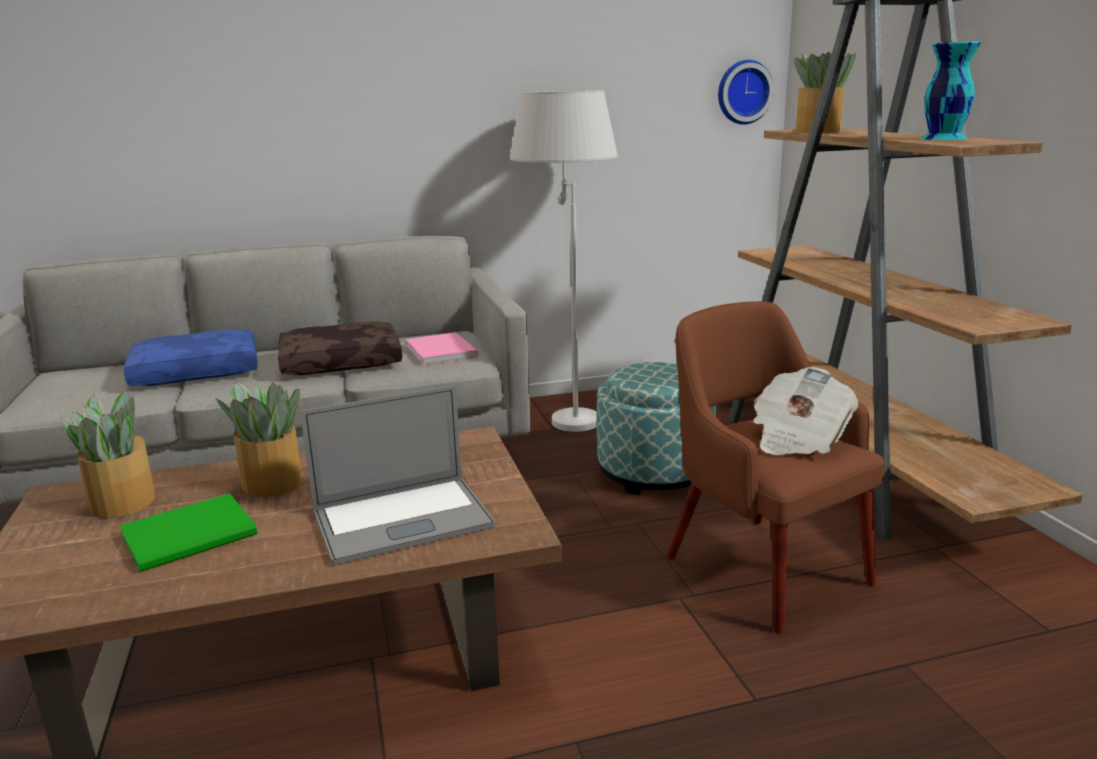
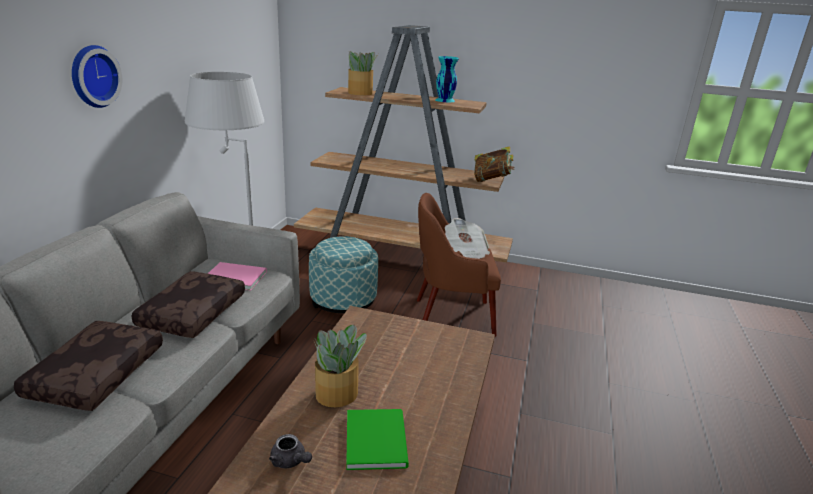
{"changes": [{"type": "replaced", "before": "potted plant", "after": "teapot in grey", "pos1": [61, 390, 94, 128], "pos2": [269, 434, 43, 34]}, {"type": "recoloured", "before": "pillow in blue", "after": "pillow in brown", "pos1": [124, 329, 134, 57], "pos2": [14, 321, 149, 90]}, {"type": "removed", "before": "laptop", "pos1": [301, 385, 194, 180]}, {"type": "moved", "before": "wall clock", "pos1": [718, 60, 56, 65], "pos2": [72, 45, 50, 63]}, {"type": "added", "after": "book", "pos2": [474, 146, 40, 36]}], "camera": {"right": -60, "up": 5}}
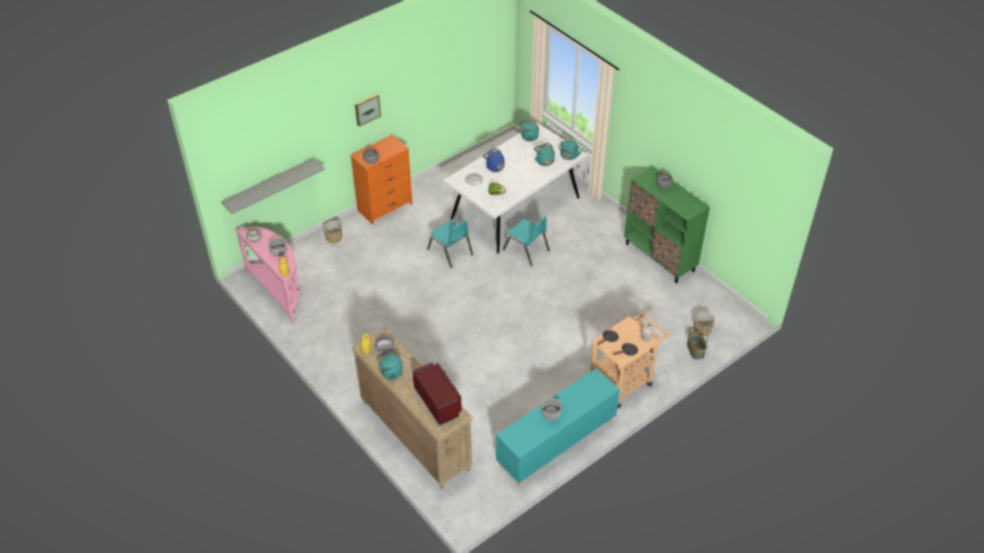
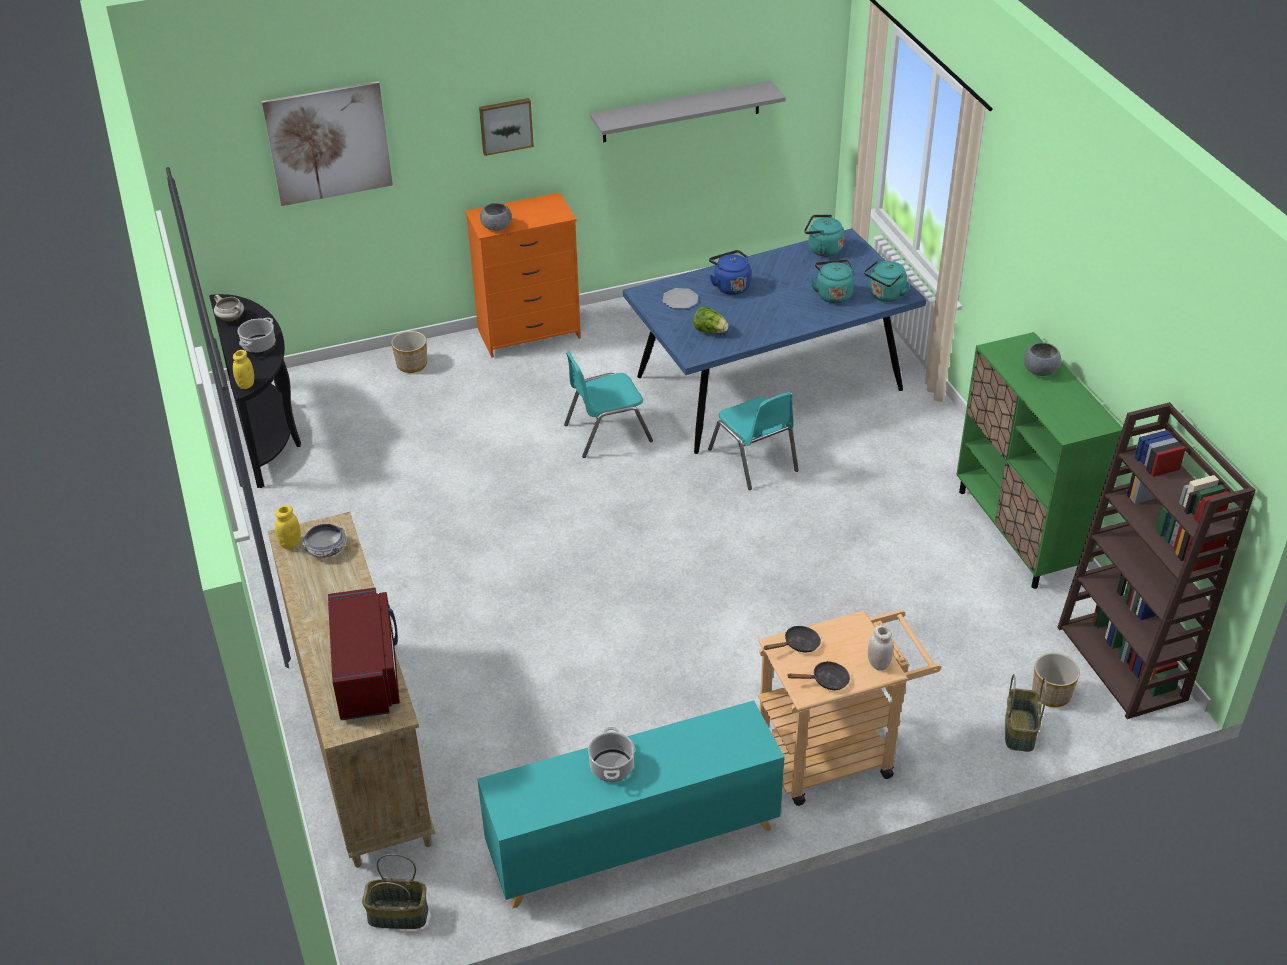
{"changes": [{"type": "moved", "before": "shelf in grey", "pos1": [221, 157, 104, 57], "pos2": [590, 81, 196, 61]}, {"type": "recoloured", "before": "console table in pink", "after": "console table in black", "pos1": [235, 226, 66, 97], "pos2": [209, 294, 92, 194]}, {"type": "removed", "before": "kettle in turquoise", "pos1": [377, 352, 26, 28]}, {"type": "turned", "before": "chair in turquoise", "pos1": [427, 220, 46, 48], "pos2": [564, 351, 89, 107], "turn": 90}, {"type": "recoloured", "before": "dining table in white", "after": "dining table in blue", "pos1": [443, 123, 145, 130], "pos2": [623, 228, 303, 226]}, {"type": "added", "after": "picture", "pos2": [262, 81, 131, 125]}, {"type": "added", "after": "basket", "pos2": [362, 854, 66, 75]}, {"type": "added", "after": "bookcase in brown", "pos2": [1057, 402, 198, 317]}], "camera": {"right": 20, "up": -5}}
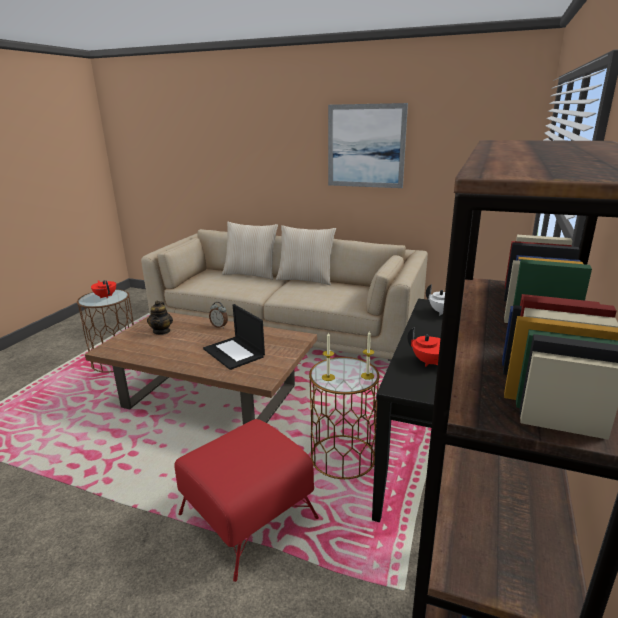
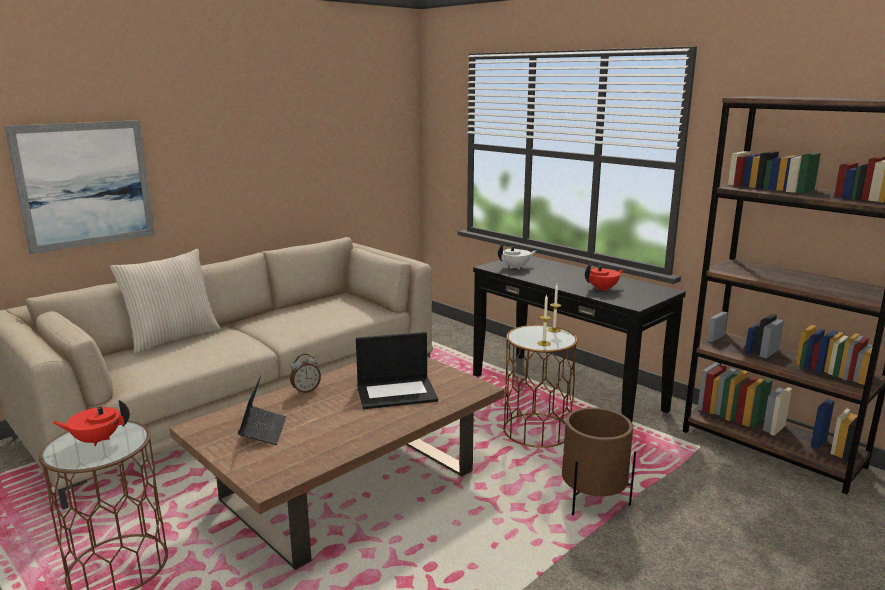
{"changes": [{"type": "replaced", "before": "teapot", "after": "laptop", "pos1": [147, 301, 26, 34], "pos2": [238, 375, 48, 70]}, {"type": "replaced", "before": "ottoman in red", "after": "planter in brown", "pos1": [174, 419, 145, 163], "pos2": [562, 407, 74, 109]}, {"type": "removed", "before": "pillow in beige", "pos1": [276, 225, 60, 60]}, {"type": "moved", "before": "picture", "pos1": [328, 103, 80, 85], "pos2": [5, 120, 150, 134]}], "camera": {"right": -65, "up": -5}}
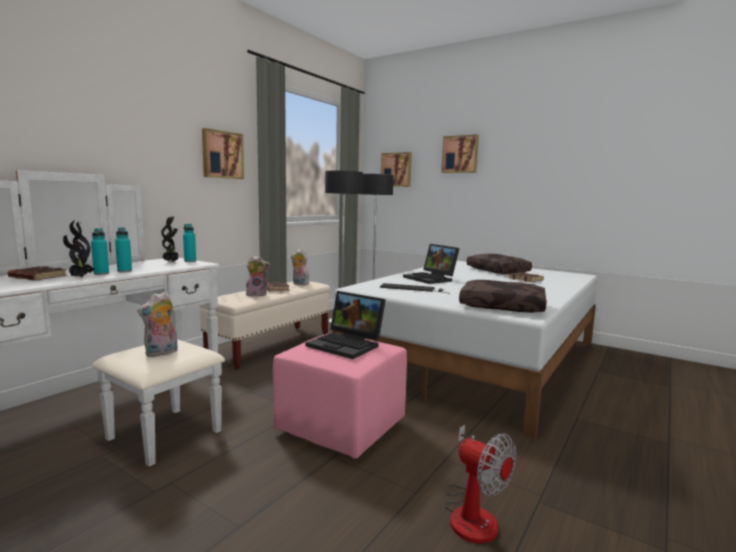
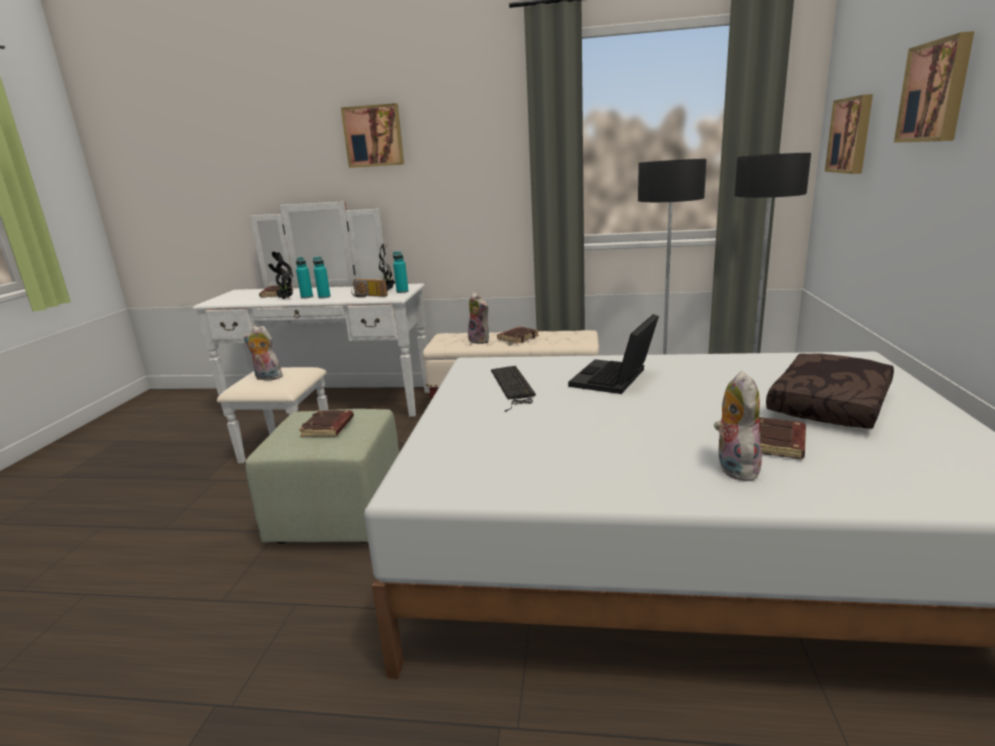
{"changes": [{"type": "moved", "before": "picture", "pos1": [202, 128, 42, 51], "pos2": [341, 103, 63, 65]}, {"type": "recoloured", "before": "ottoman in pink", "after": "ottoman in green", "pos1": [273, 333, 134, 126], "pos2": [245, 409, 154, 135]}, {"type": "moved", "before": "plush toy", "pos1": [291, 249, 18, 36], "pos2": [714, 371, 48, 110]}, {"type": "replaced", "before": "laptop", "after": "book in brown", "pos1": [305, 291, 81, 68], "pos2": [299, 410, 55, 27]}, {"type": "removed", "before": "fan", "pos1": [444, 425, 72, 119]}, {"type": "removed", "before": "pillow in brown", "pos1": [459, 280, 88, 33]}, {"type": "added", "after": "radio", "pos2": [351, 279, 37, 19]}], "camera": {"right": 65, "up": 10}}
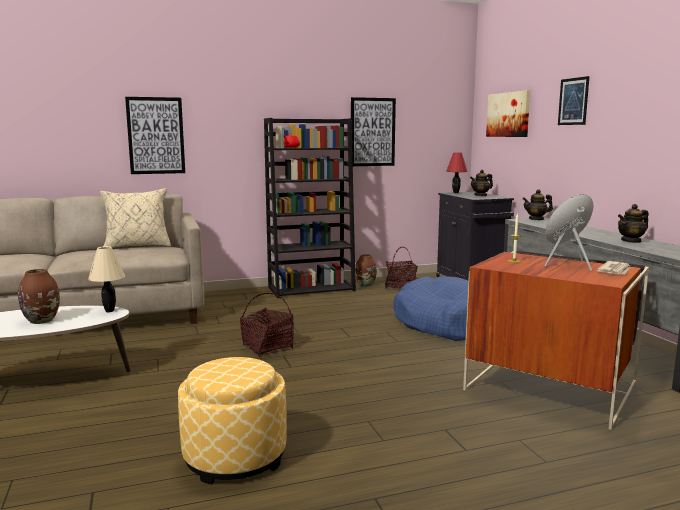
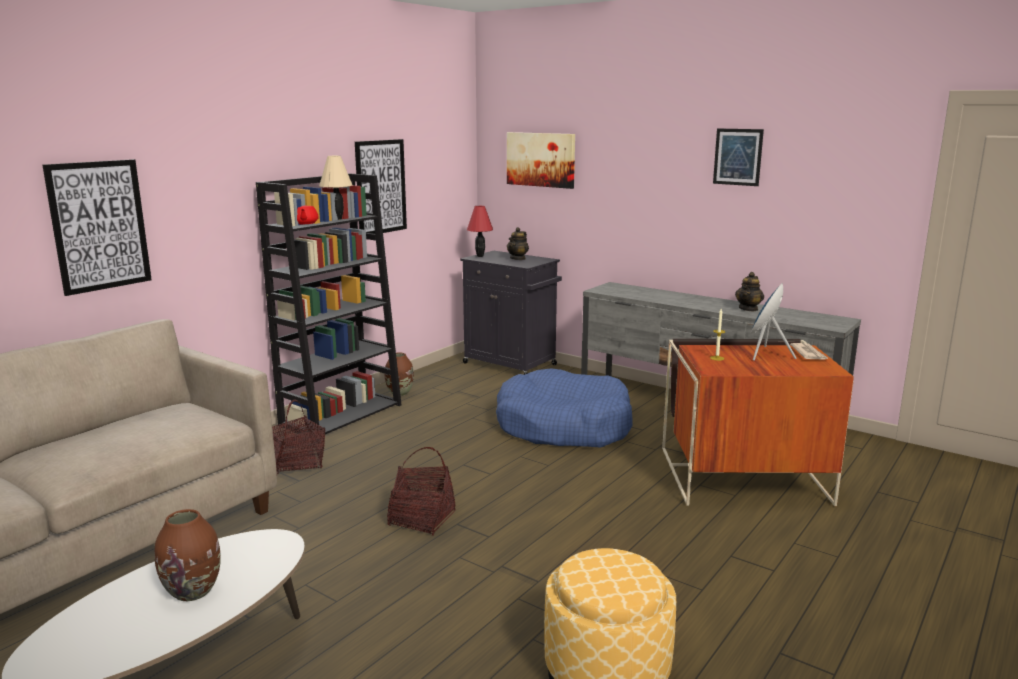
{"changes": [{"type": "moved", "before": "table lamp in beige", "pos1": [88, 246, 37, 66], "pos2": [319, 156, 33, 64]}, {"type": "removed", "before": "pillow in beige", "pos1": [100, 188, 71, 60]}, {"type": "moved", "before": "basket", "pos1": [385, 247, 33, 42], "pos2": [272, 400, 53, 74]}, {"type": "removed", "before": "teapot", "pos1": [523, 189, 30, 31]}, {"type": "moved", "before": "picture", "pos1": [558, 76, 31, 49], "pos2": [713, 128, 51, 58]}], "camera": {"right": -35, "up": 5}}
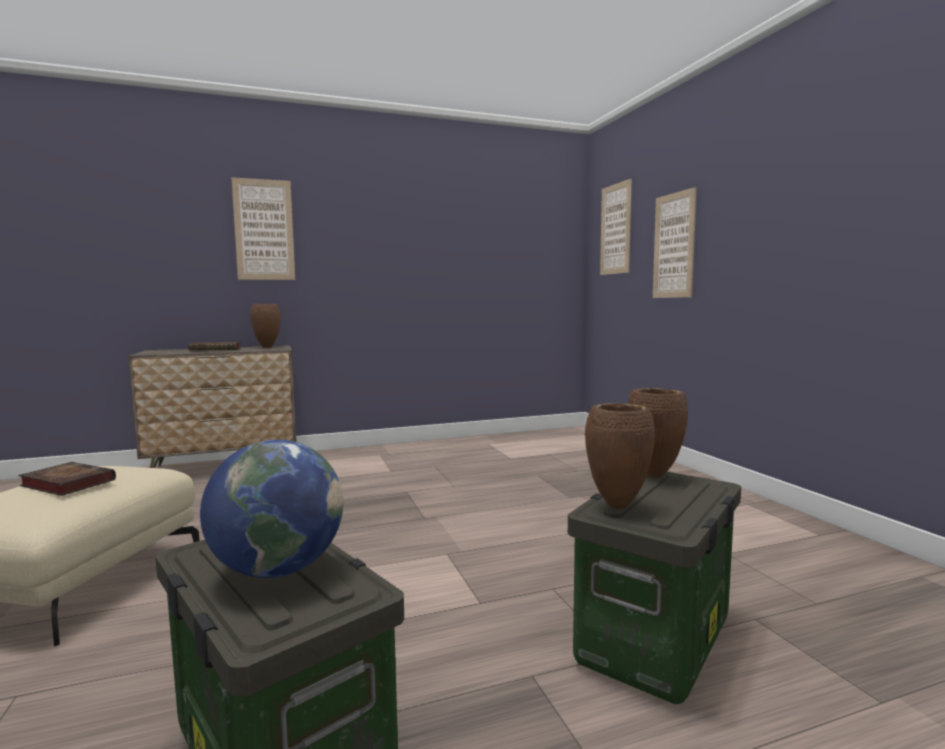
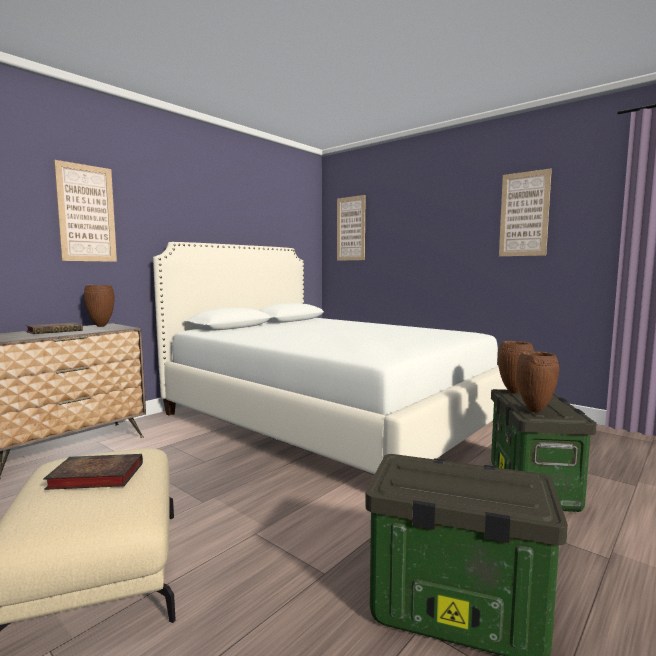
{"changes": [{"type": "removed", "before": "globe", "pos1": [200, 440, 143, 138]}, {"type": "moved", "before": "picture", "pos1": [653, 187, 44, 111], "pos2": [499, 169, 53, 87]}, {"type": "added", "after": "bed in white", "pos2": [153, 242, 354, 232]}], "camera": {"right": -30, "up": 0}}
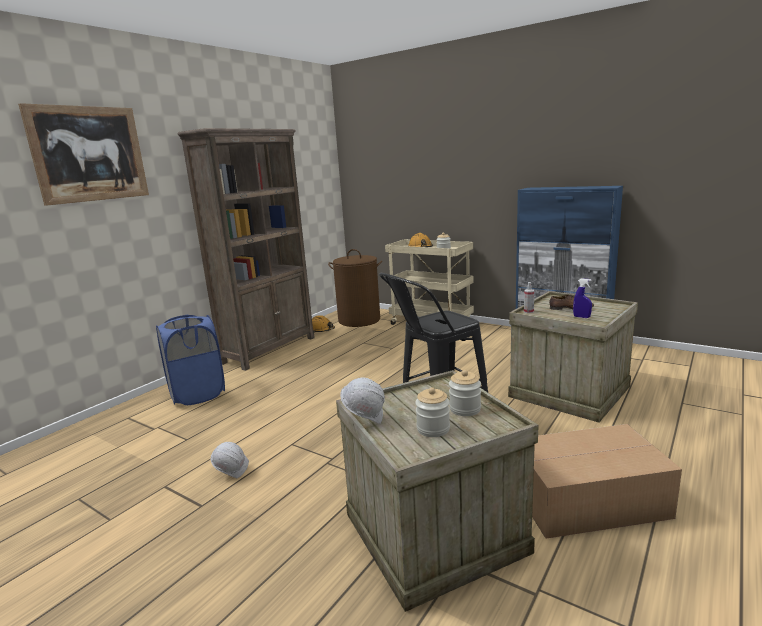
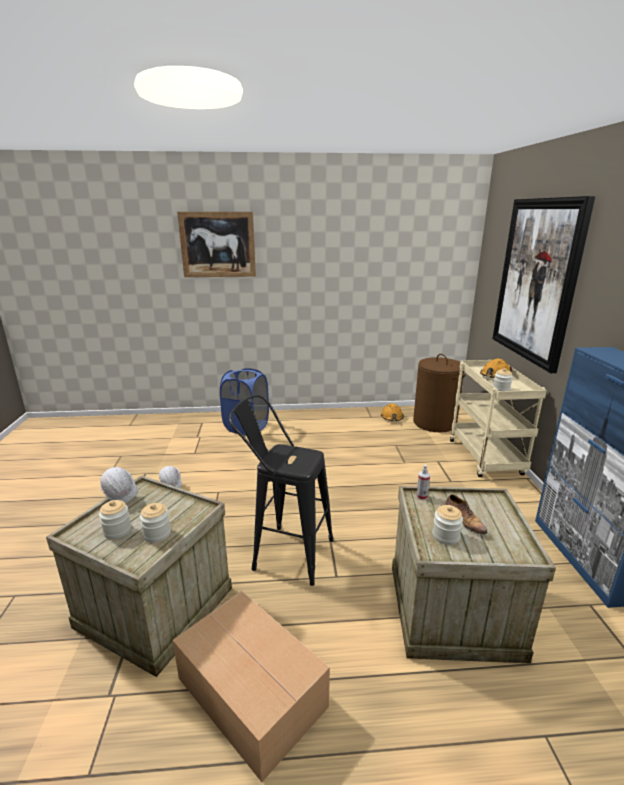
{"changes": [{"type": "removed", "before": "bookcase in brown", "pos1": [178, 128, 137, 243]}, {"type": "replaced", "before": "spray bottle in blue", "after": "jar", "pos1": [573, 278, 19, 40], "pos2": [432, 505, 31, 40]}, {"type": "added", "after": "picture", "pos2": [492, 196, 103, 177]}], "camera": {"right": 50, "up": 5}}
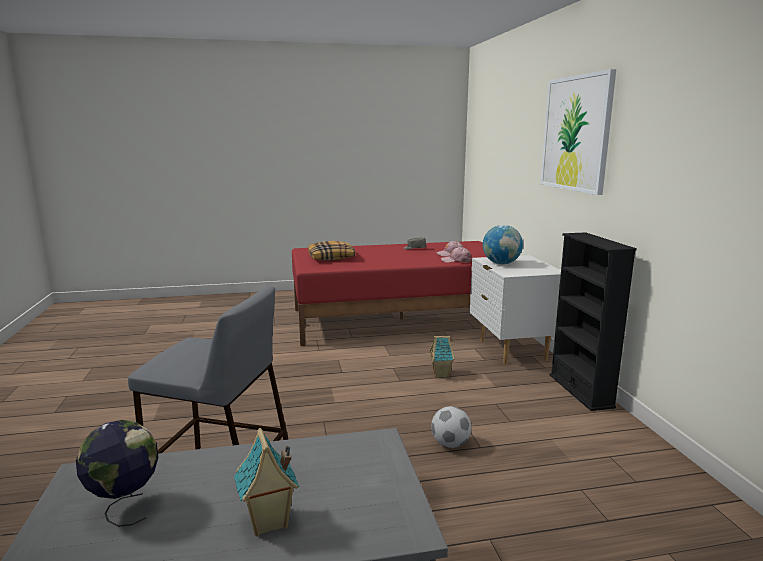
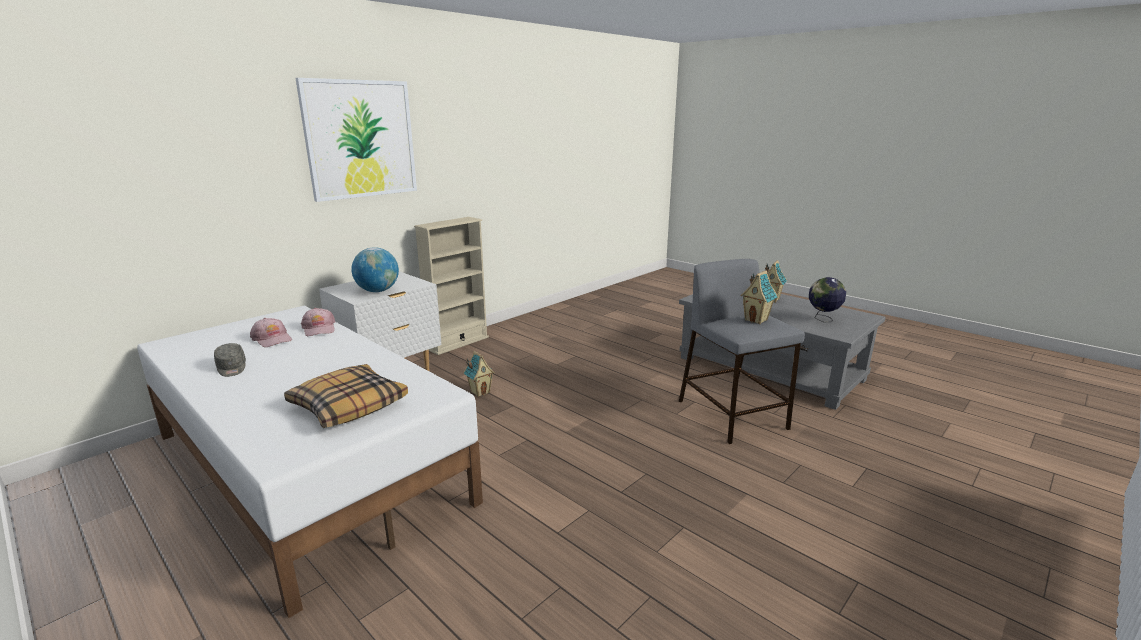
{"changes": [{"type": "recoloured", "before": "bed in red", "after": "bed in white", "pos1": [292, 241, 194, 105], "pos2": [137, 306, 346, 312]}, {"type": "removed", "before": "football", "pos1": [431, 406, 40, 42]}, {"type": "recoloured", "before": "bookcase in black", "after": "bookcase in beige", "pos1": [549, 232, 88, 179], "pos2": [414, 217, 75, 138]}, {"type": "added", "after": "toy house", "pos2": [740, 270, 38, 54]}], "camera": {"right": -125, "up": 5}}
